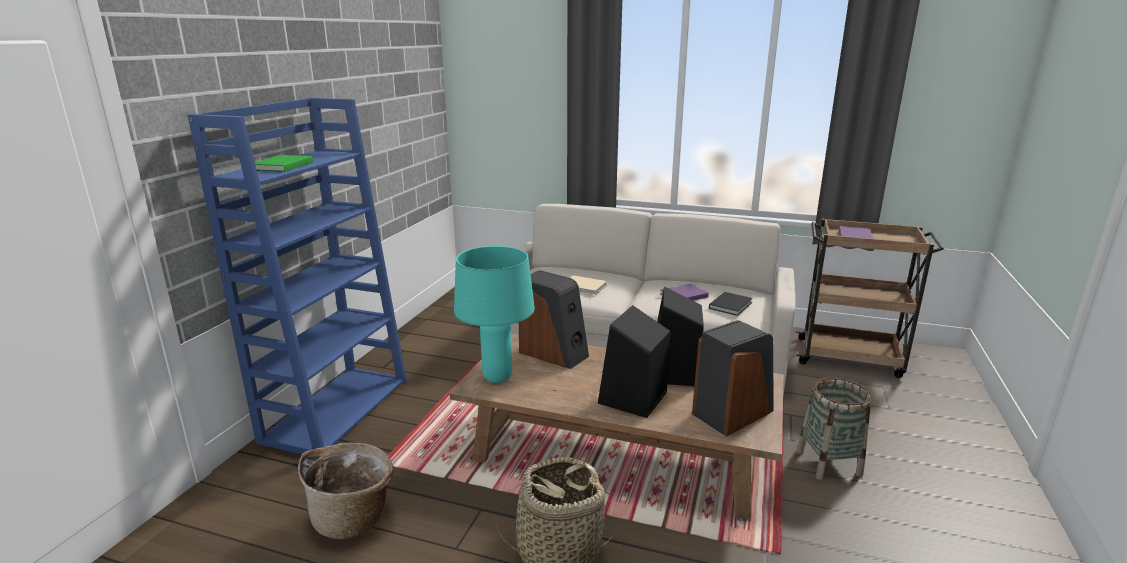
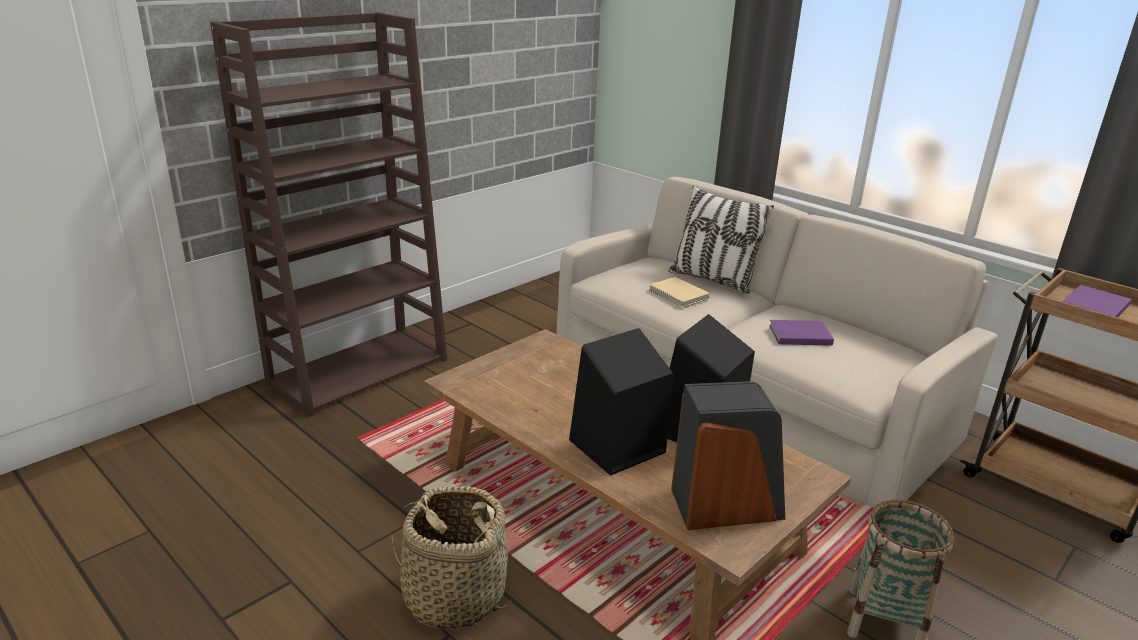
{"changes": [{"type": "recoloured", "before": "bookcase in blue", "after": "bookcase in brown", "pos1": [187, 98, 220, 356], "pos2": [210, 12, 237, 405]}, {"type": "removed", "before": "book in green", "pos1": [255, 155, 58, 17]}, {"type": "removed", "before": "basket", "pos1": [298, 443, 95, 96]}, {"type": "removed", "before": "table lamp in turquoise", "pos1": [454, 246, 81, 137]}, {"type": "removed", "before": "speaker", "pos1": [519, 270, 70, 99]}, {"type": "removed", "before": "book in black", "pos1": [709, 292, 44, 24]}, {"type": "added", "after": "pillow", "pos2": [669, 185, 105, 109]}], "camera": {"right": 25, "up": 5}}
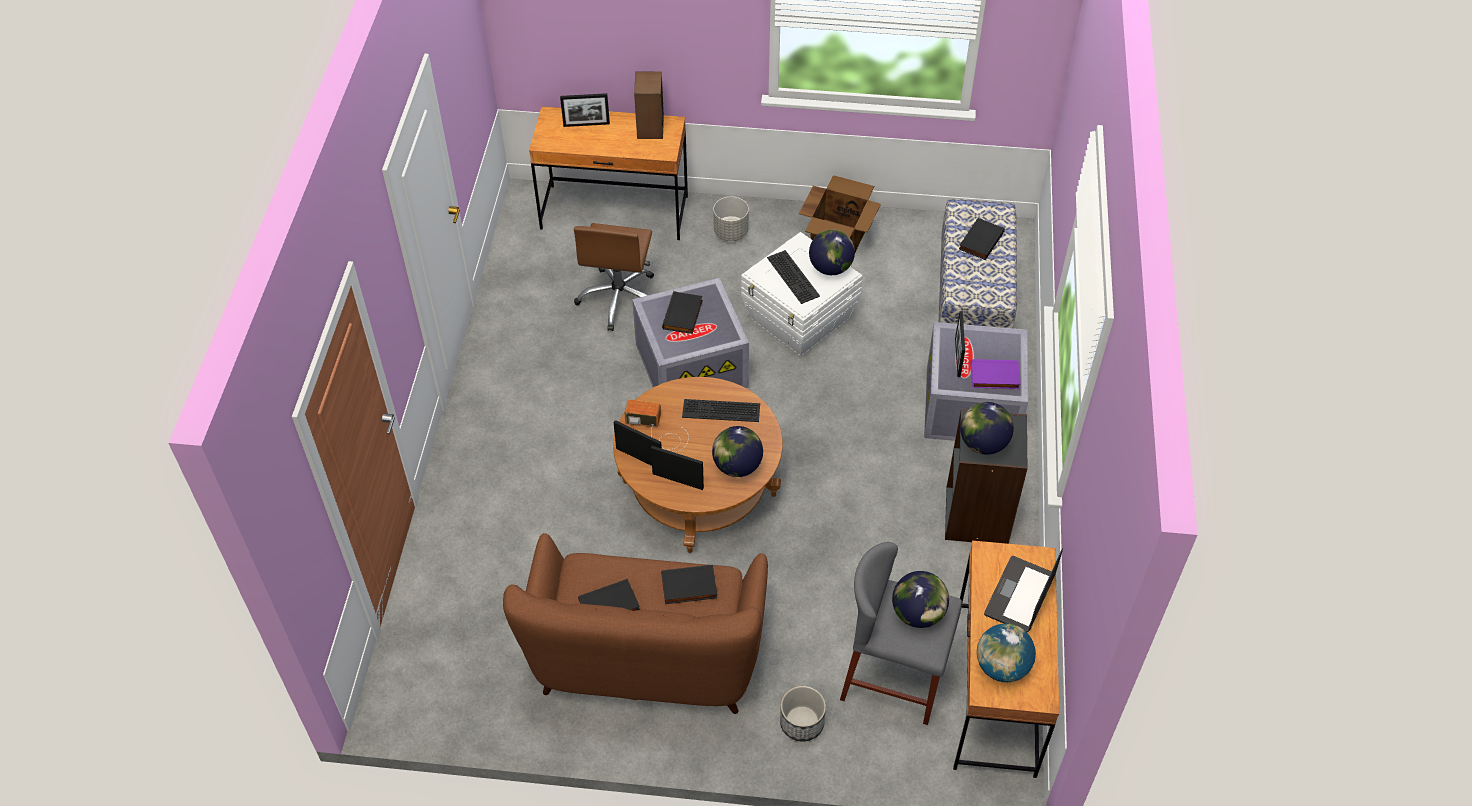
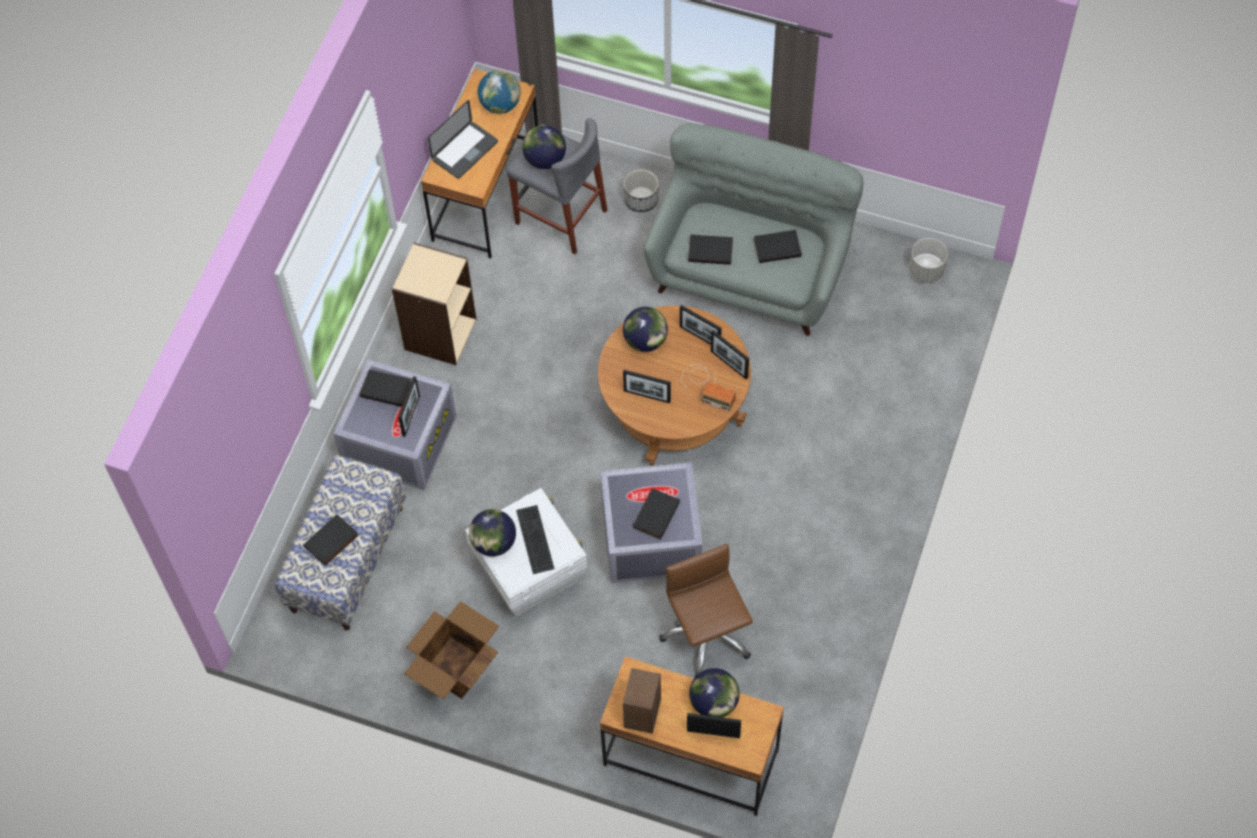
{"changes": [{"type": "recoloured", "before": "sofa in brown", "after": "sofa in grey", "pos1": [503, 533, 265, 181], "pos2": [644, 123, 219, 213]}, {"type": "turned", "before": "office chair in brown", "pos1": [574, 223, 80, 108], "pos2": [660, 544, 93, 133], "turn": -45}, {"type": "replaced", "before": "keyboard", "after": "picture frame", "pos1": [682, 399, 78, 23], "pos2": [623, 370, 48, 33]}, {"type": "moved", "before": "planter in grey", "pos1": [713, 196, 36, 45], "pos2": [909, 238, 39, 45]}, {"type": "recoloured", "before": "bookcase in black", "after": "bookcase in beige", "pos1": [945, 409, 83, 135], "pos2": [392, 242, 84, 123]}, {"type": "moved", "before": "globe", "pos1": [960, 402, 54, 53], "pos2": [689, 668, 51, 50]}, {"type": "recoloured", "before": "book in purple", "after": "book in black", "pos1": [970, 359, 51, 30], "pos2": [360, 369, 51, 38]}], "camera": {"right": -165, "up": 10}}
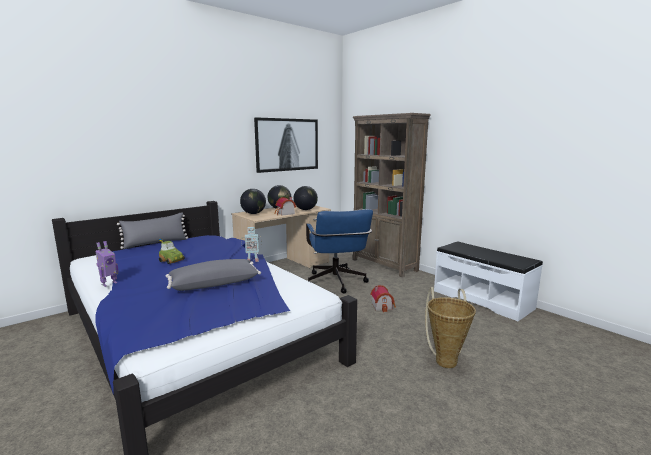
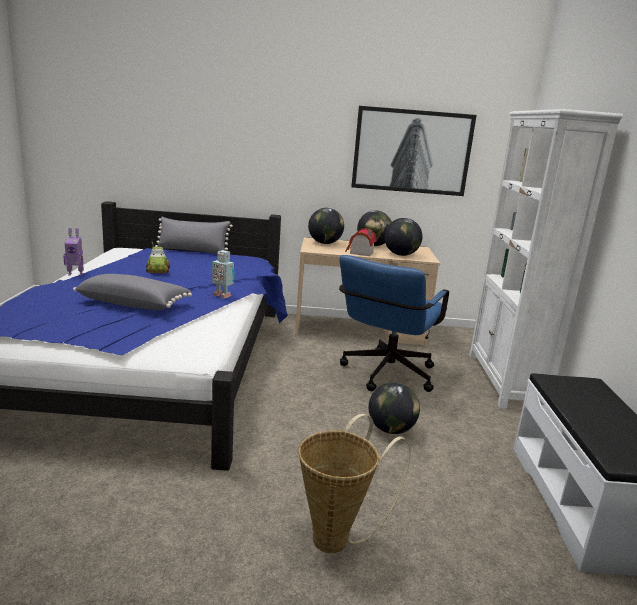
{"changes": [{"type": "recoloured", "before": "bookcase in brown", "after": "bookcase in white", "pos1": [352, 113, 79, 164], "pos2": [469, 109, 154, 300]}, {"type": "replaced", "before": "toy house", "after": "globe", "pos1": [371, 285, 25, 27], "pos2": [369, 382, 51, 52]}], "camera": {"right": 40, "up": 5}}
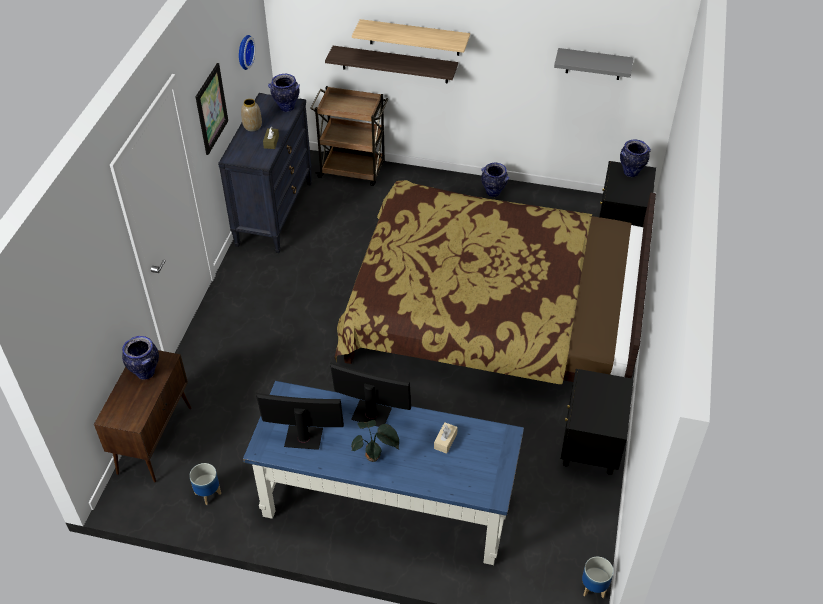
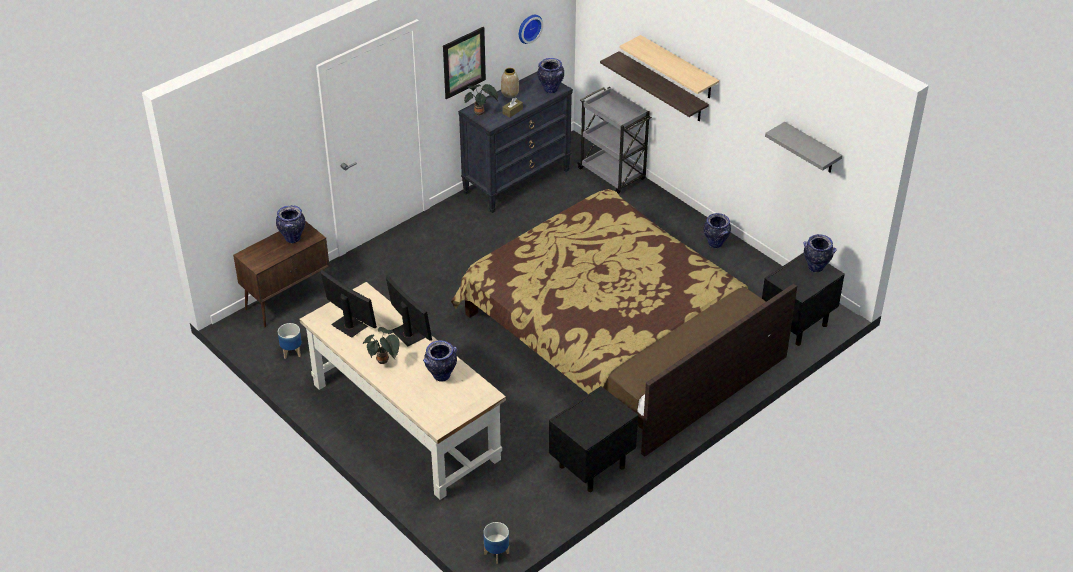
{"changes": [{"type": "recoloured", "before": "desk in blue", "after": "desk in beige", "pos1": [243, 381, 281, 184], "pos2": [300, 282, 206, 218]}, {"type": "recoloured", "before": "cart in brown", "after": "cart in grey", "pos1": [310, 86, 78, 100], "pos2": [577, 87, 75, 107]}, {"type": "replaced", "before": "tissue box in beige", "after": "vase", "pos1": [434, 422, 24, 32], "pos2": [423, 340, 34, 42]}, {"type": "added", "after": "potted plant", "pos2": [464, 84, 34, 31]}], "camera": {"right": 35, "up": -5}}
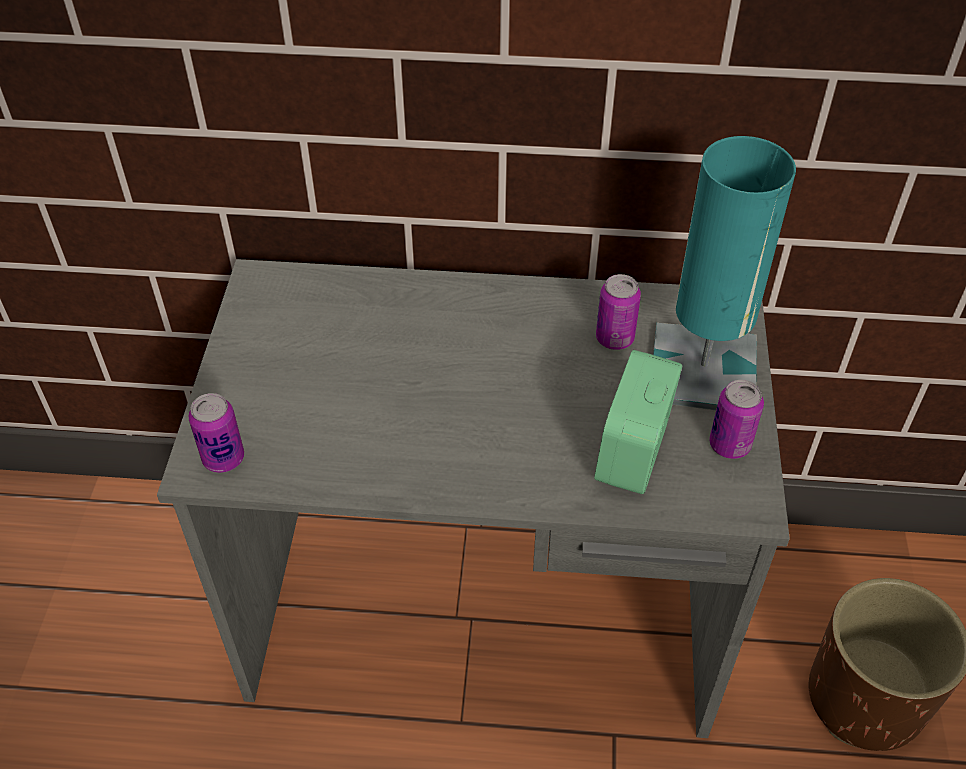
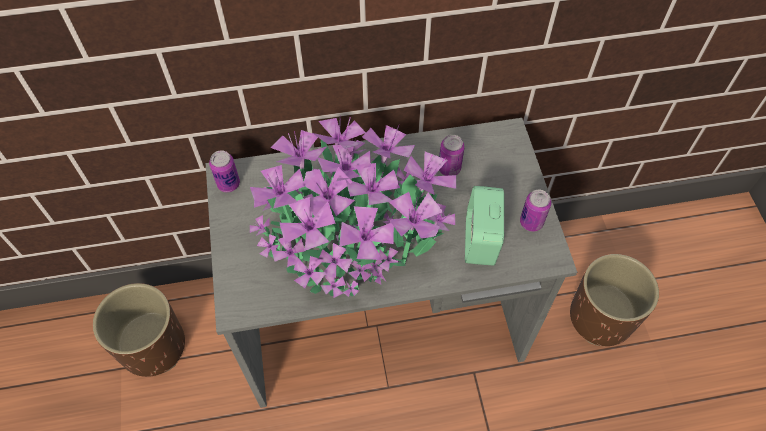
{"changes": [{"type": "moved", "before": "can", "pos1": [189, 393, 55, 80], "pos2": [209, 150, 31, 42]}, {"type": "removed", "before": "table lamp in turquoise", "pos1": [653, 136, 143, 274]}, {"type": "added", "after": "planter in brown", "pos2": [93, 283, 92, 94]}, {"type": "added", "after": "potted plant", "pos2": [250, 117, 206, 181]}], "camera": {"right": -15, "up": 10}}
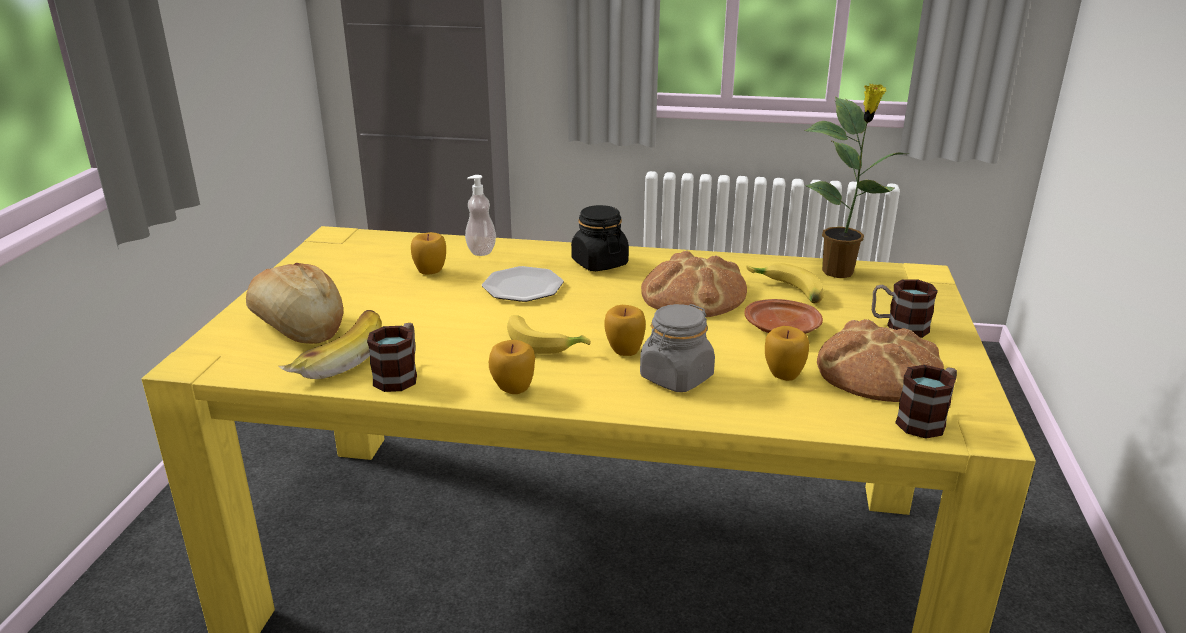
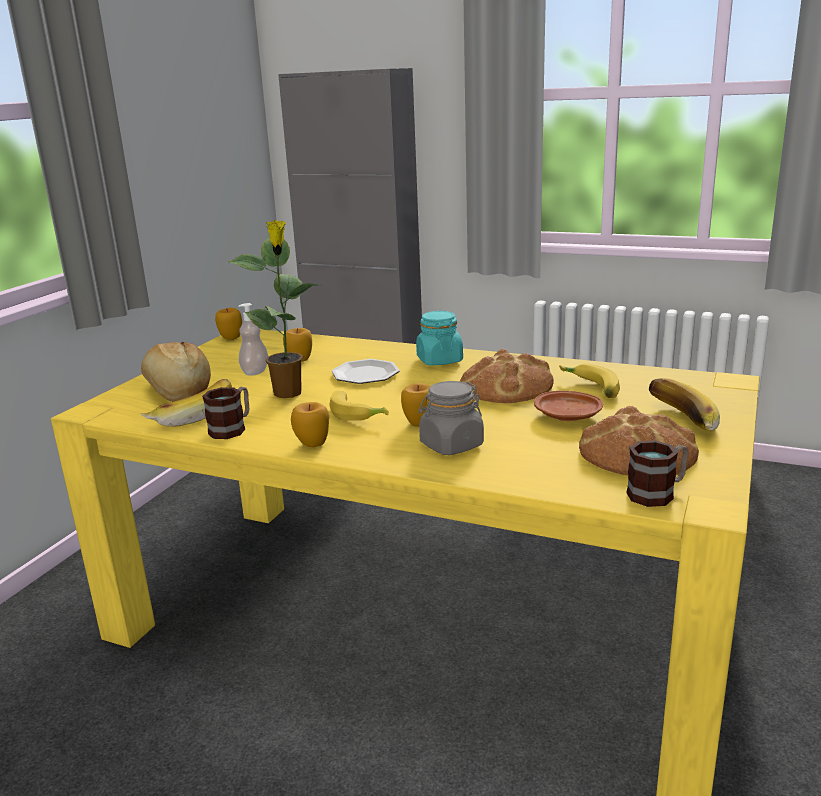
{"changes": [{"type": "moved", "before": "soap dispenser", "pos1": [465, 175, 31, 81], "pos2": [239, 303, 29, 73]}, {"type": "recoloured", "before": "jar in black", "after": "jar in turquoise", "pos1": [571, 205, 58, 66], "pos2": [416, 311, 47, 55]}, {"type": "moved", "before": "apple", "pos1": [765, 326, 44, 55], "pos2": [215, 308, 27, 32]}, {"type": "moved", "before": "potted plant", "pos1": [805, 84, 103, 194], "pos2": [228, 220, 91, 178]}, {"type": "replaced", "before": "mug", "after": "banana", "pos1": [872, 279, 66, 59], "pos2": [649, 378, 71, 53]}], "camera": {"right": 15, "up": -5}}
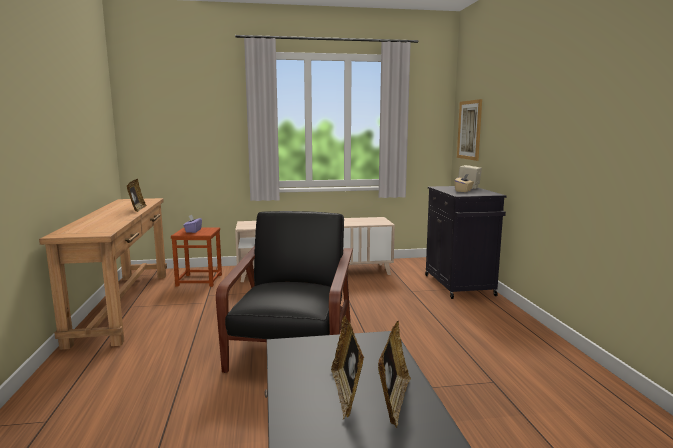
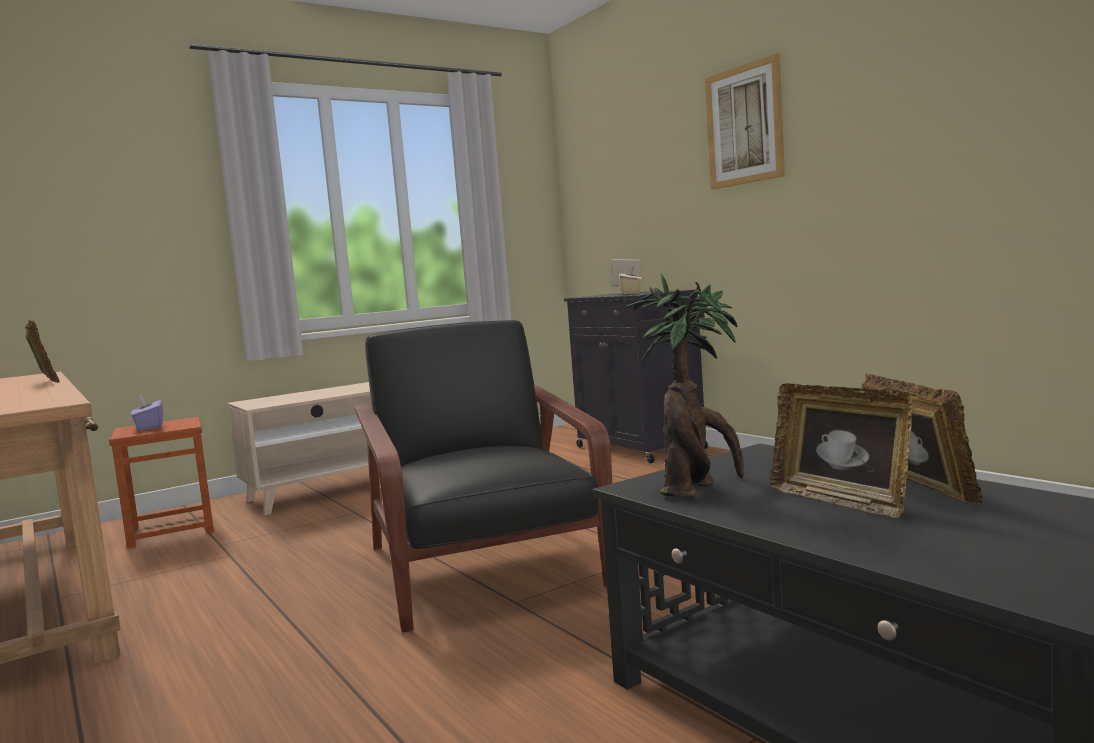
{"changes": [{"type": "moved", "before": "picture", "pos1": [457, 99, 25, 62], "pos2": [705, 53, 80, 136]}, {"type": "added", "after": "potted plant", "pos2": [624, 273, 121, 224]}], "camera": {"right": -25, "up": -5}}
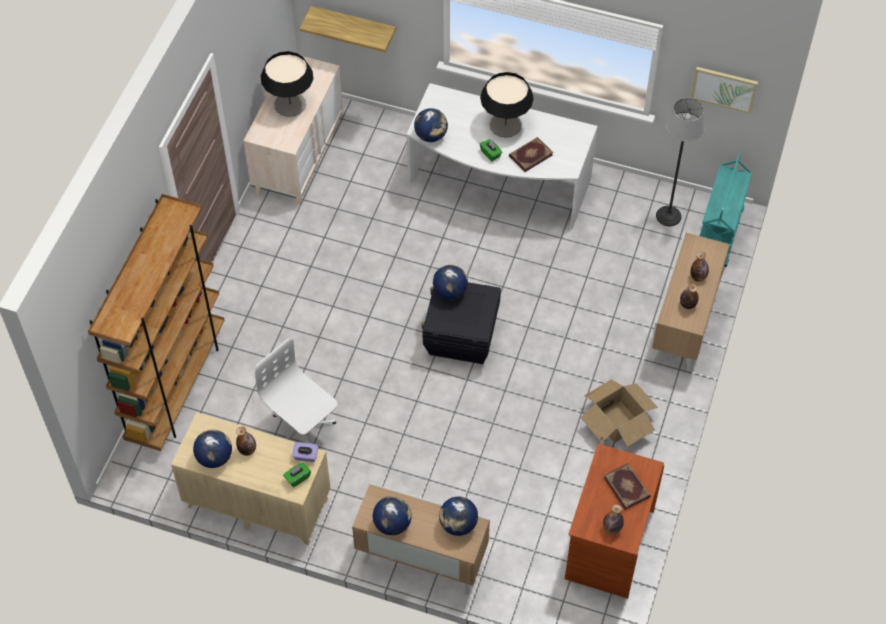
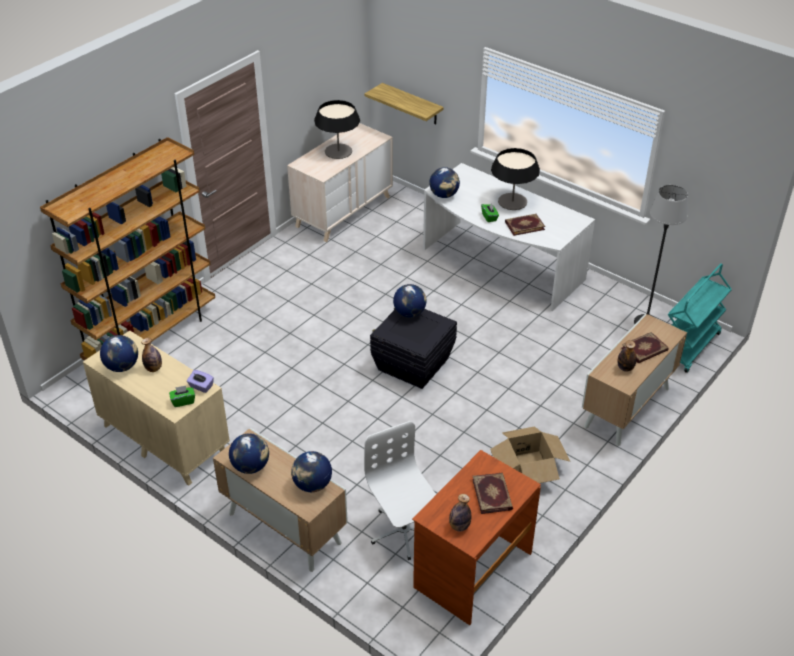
{"changes": [{"type": "moved", "before": "office chair in white", "pos1": [255, 338, 82, 106], "pos2": [364, 421, 72, 139]}, {"type": "replaced", "before": "bottle", "after": "book", "pos1": [690, 252, 19, 30], "pos2": [622, 332, 47, 31]}, {"type": "removed", "before": "picture", "pos1": [691, 67, 67, 46]}], "camera": {"right": 20, "up": -15}}
